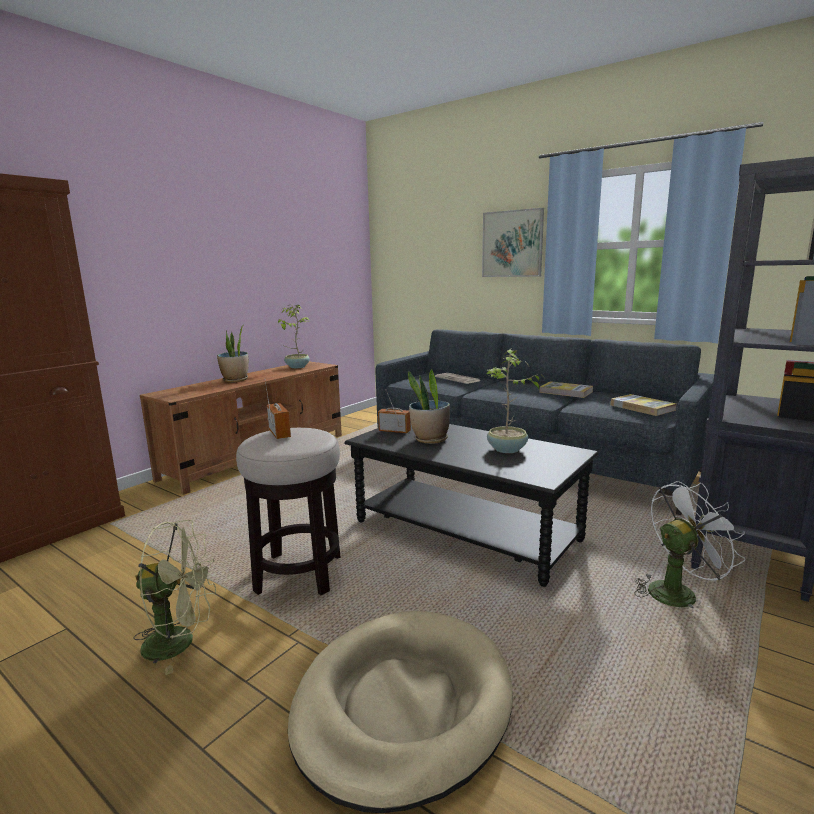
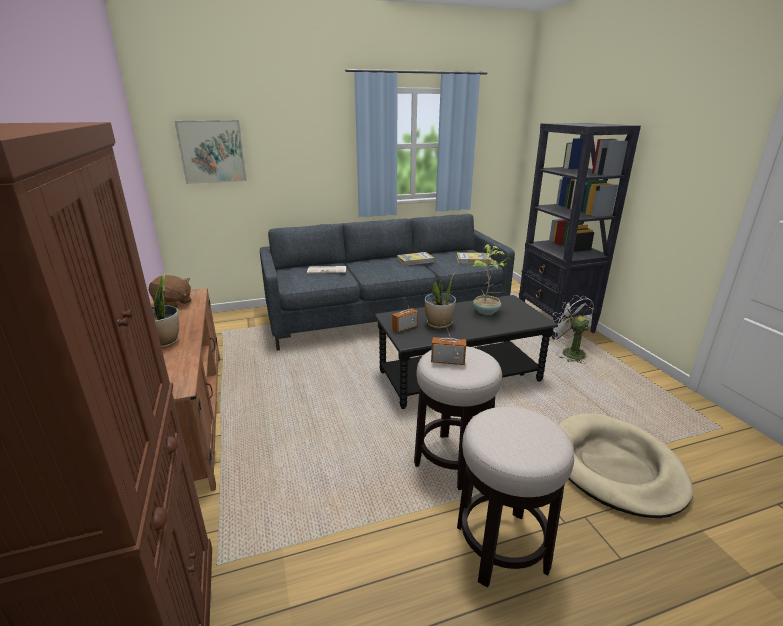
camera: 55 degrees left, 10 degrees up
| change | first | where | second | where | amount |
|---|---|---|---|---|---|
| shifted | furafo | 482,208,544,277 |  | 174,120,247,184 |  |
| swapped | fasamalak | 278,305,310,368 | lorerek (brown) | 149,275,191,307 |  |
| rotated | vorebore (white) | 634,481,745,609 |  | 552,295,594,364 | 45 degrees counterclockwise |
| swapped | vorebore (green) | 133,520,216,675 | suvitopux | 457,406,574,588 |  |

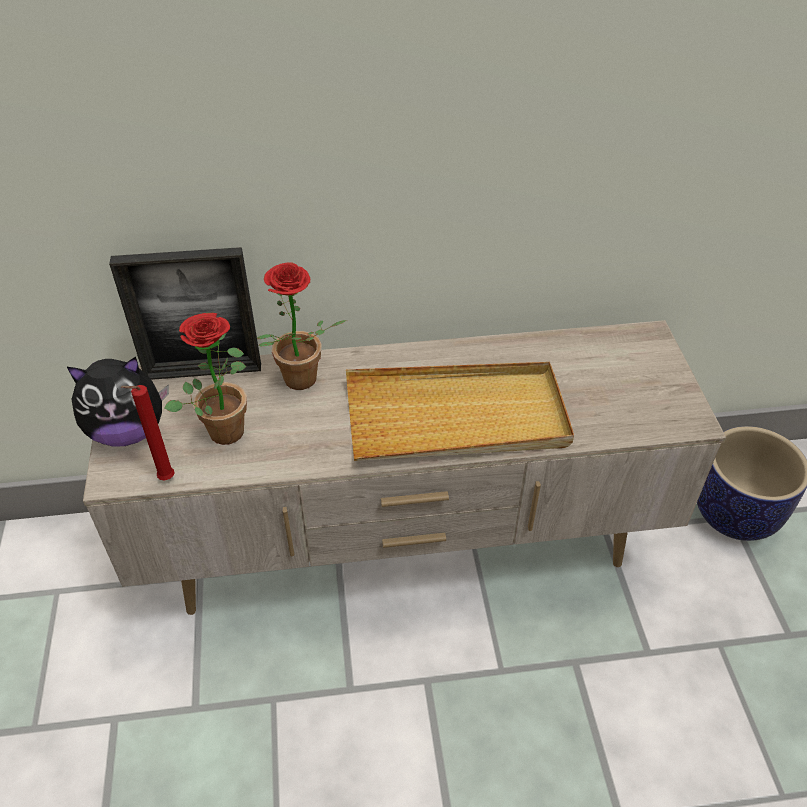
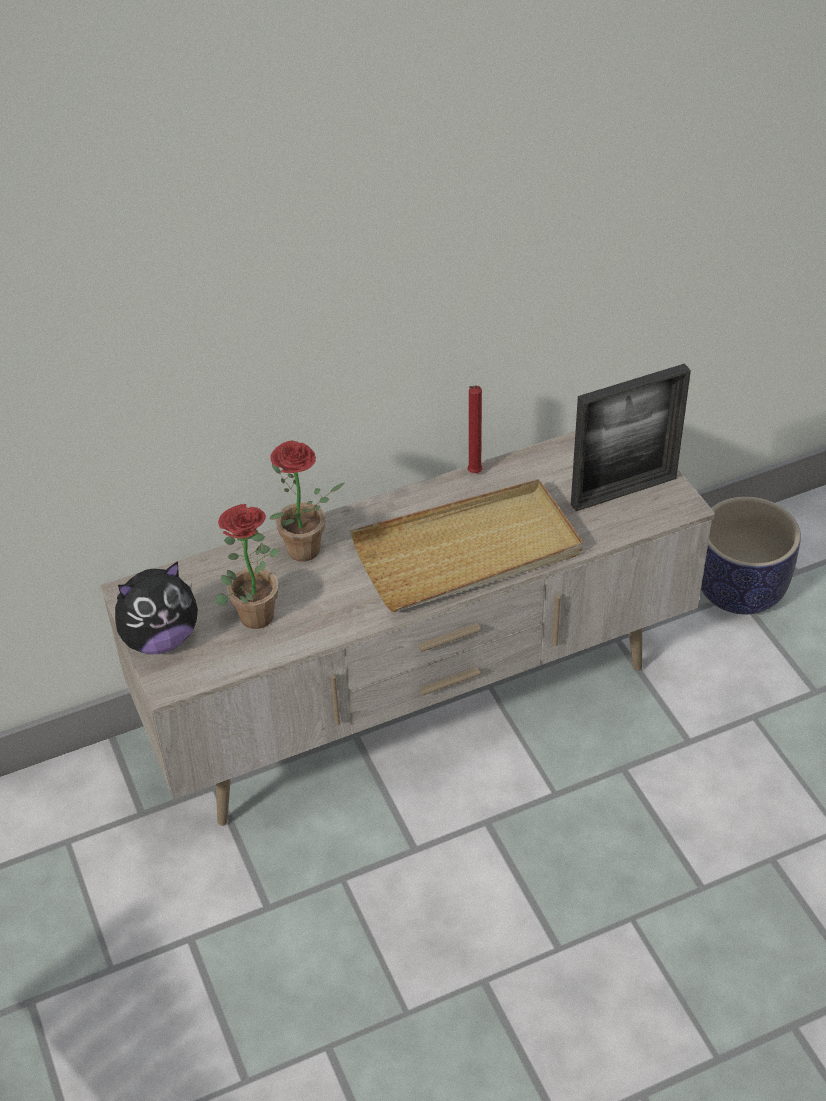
camera: 15 degrees left, 0 degrees up
| change | first | where | second | where | amount |
|---|---|---|---|---|---|
| shifted | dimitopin | 109,247,261,380 |  | 571,363,691,511 |  |
| shifted | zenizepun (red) | 121,385,175,480 |  | 467,386,483,473 |  |

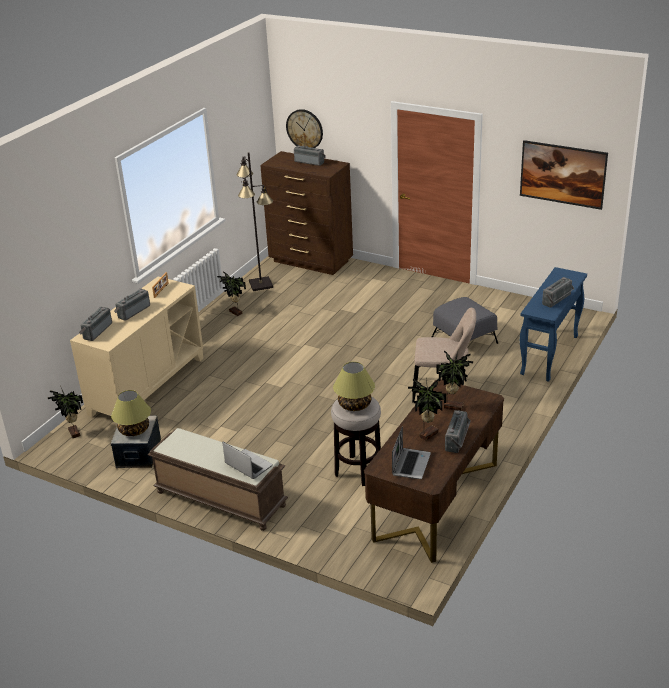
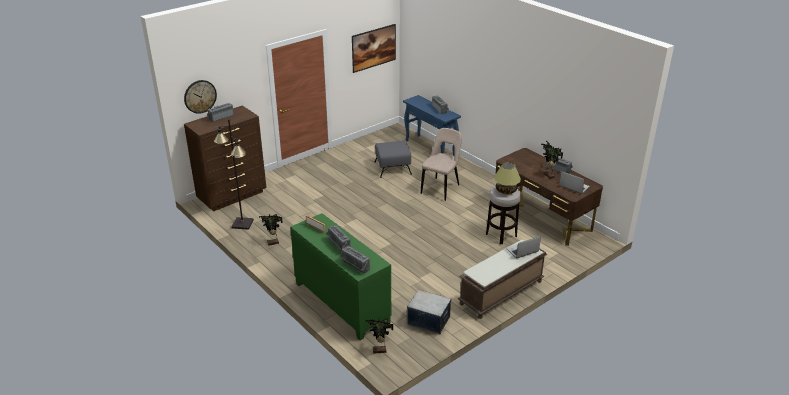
camera: 70 degrees left, 0 degrees up
| change | first | where | second | where | amount |
|---|---|---|---|---|---|
| repainted | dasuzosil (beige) | 70,277,203,417 | dasuzosil (green) | 290,213,391,340 |  |
| gone | fasamalak | 436,350,473,411 |  |  |  |
| gone | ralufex | 111,390,151,436 |  |  |  |

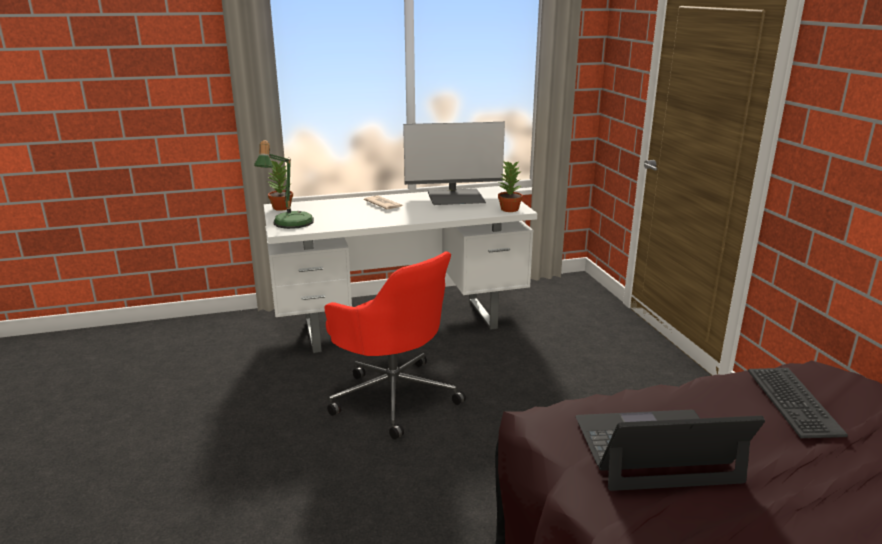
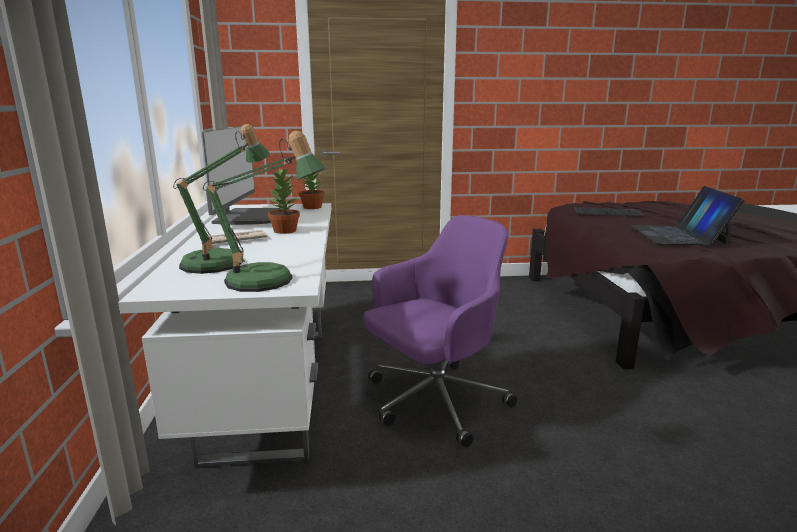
camera: 80 degrees left, 5 degrees down
| change | first | where | second | where | amount |
|---|---|---|---|---|---|
| shifted | fasamalak | 268,160,293,211 |  | 267,168,300,234 |  |
| repainted | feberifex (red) | 325,251,466,439 | feberifex (purple) | 363,215,517,448 |  |
| new |  |  | ralufex | 173,124,270,274 |  |

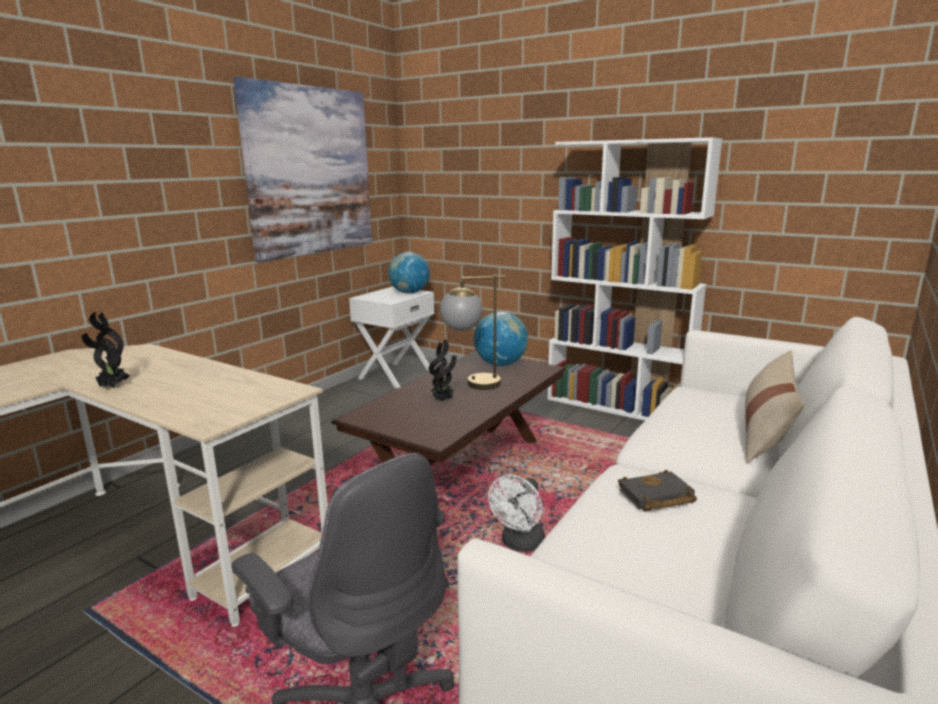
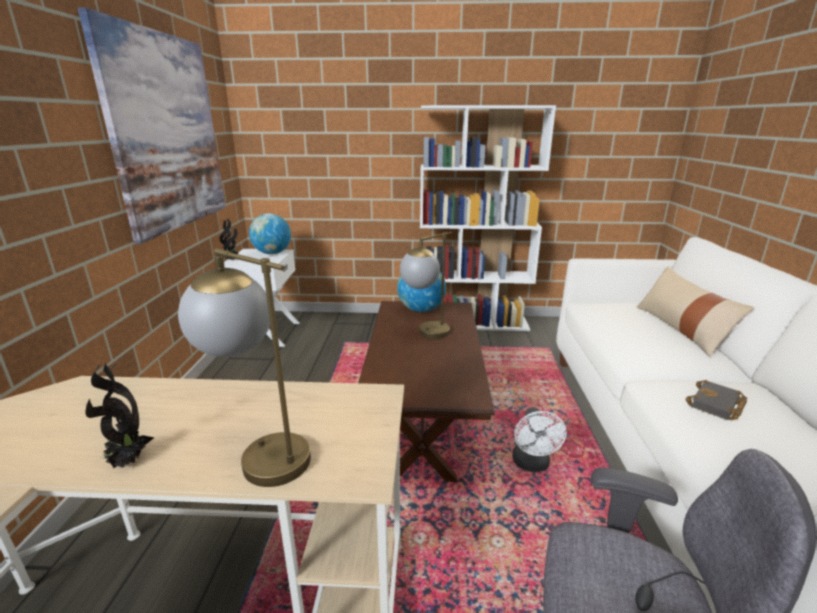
camera: 30 degrees left, 5 degrees up
| change | first | where | second | where | amount |
|---|---|---|---|---|---|
| shifted | fasamalak | 429,340,456,402 |  | 220,218,238,260 |  |
| new |  |  | ralufex | 178,248,311,487 |  |

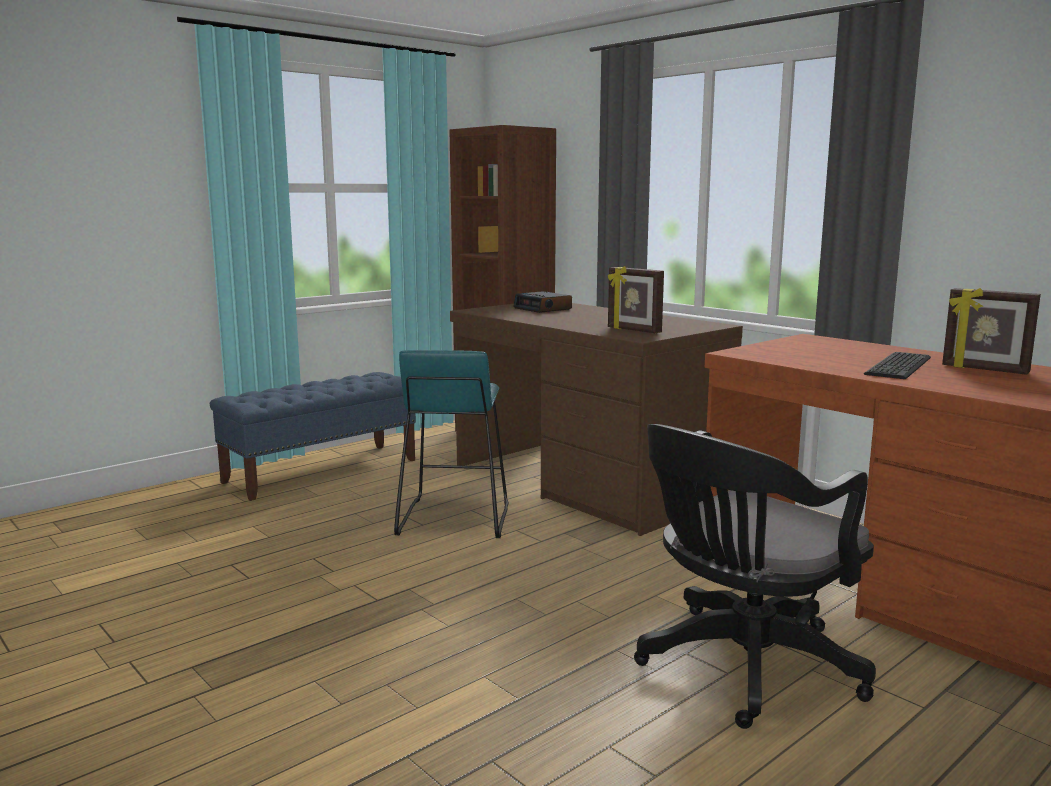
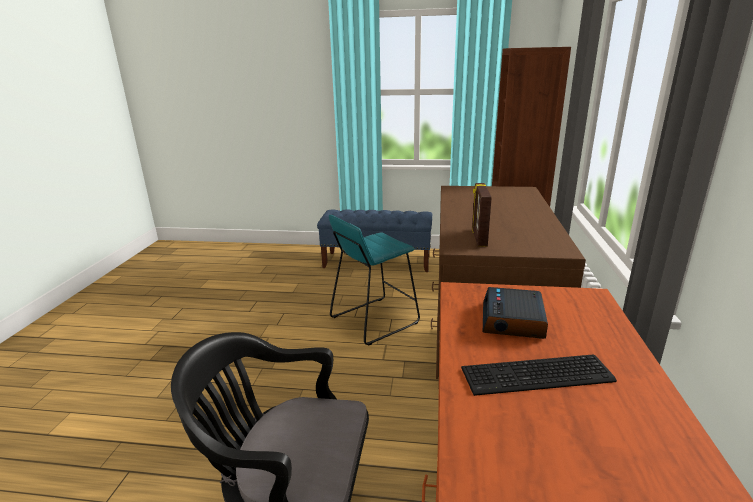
camera: 50 degrees right, 10 degrees up
| change | first | where | second | where | amount |
|---|---|---|---|---|---|
| gone | dimitopin | 942,288,1041,375 |  |  |  |
| shifted | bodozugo | 513,291,572,313 |  | 483,287,548,339 |  |

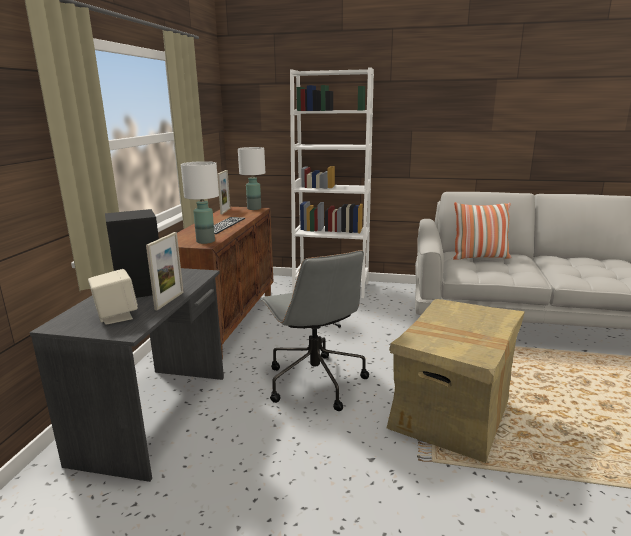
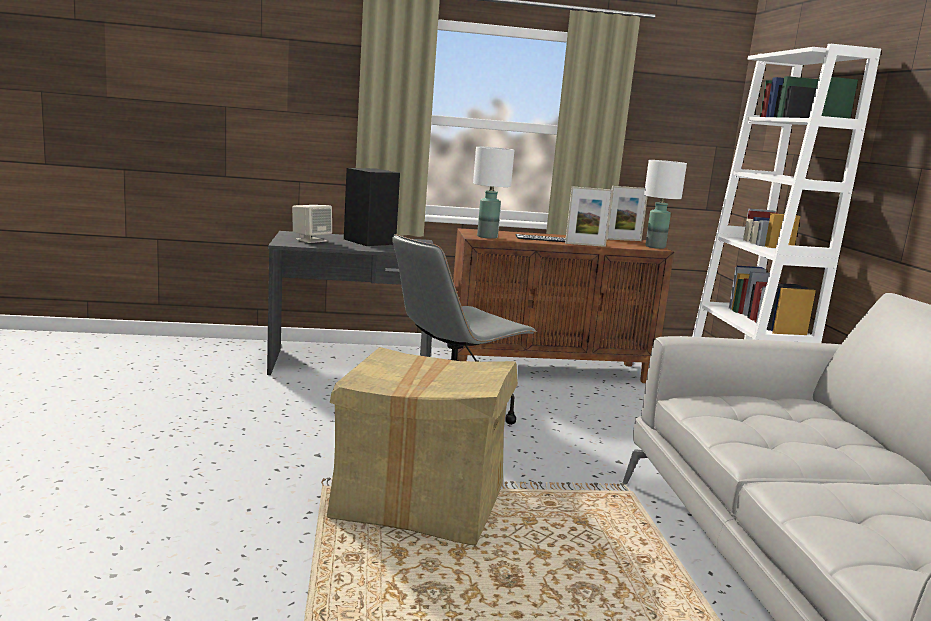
camera: 70 degrees right, 5 degrees down
| change | first | where | second | where | amount |
|---|---|---|---|---|---|
| gone | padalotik | 453,202,511,260 |  |  |  |
| shifted | dimitopin | 146,232,184,310 |  | 565,186,613,247 |  |

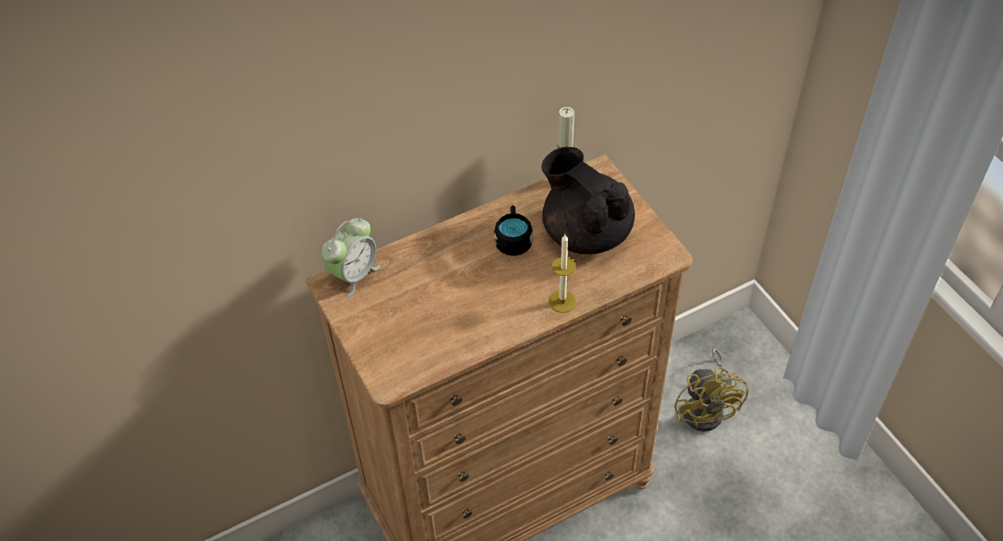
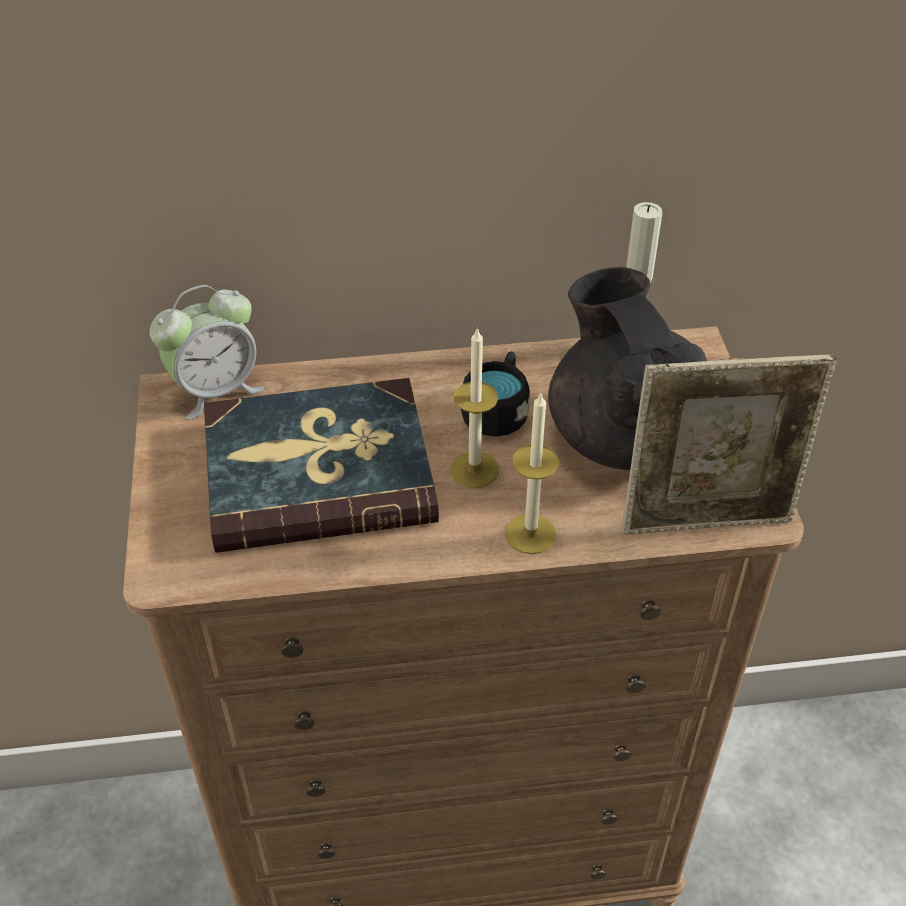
camera: 20 degrees right, 5 degrees down
| change | first | where | second | where | amount |
|---|---|---|---|---|---|
| gone | vorebore (yellow) | 674,348,748,432 |  |  |  |
| new |  |  | zenizepun | 450,327,499,488 |  |
| new |  |  | dimitopin | 622,354,837,535 |  |
| new |  |  | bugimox | 204,378,439,553 |  |

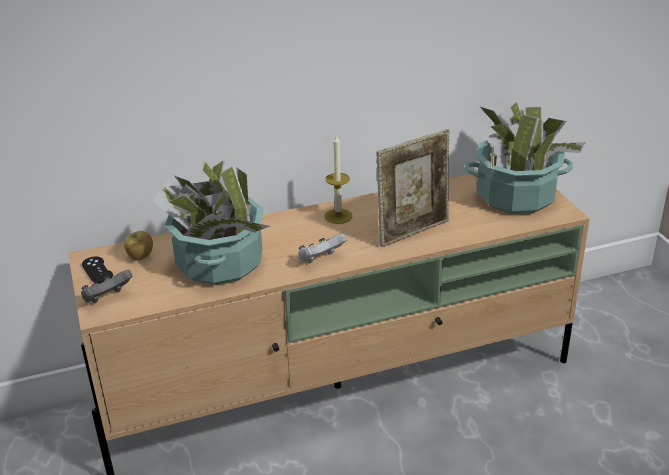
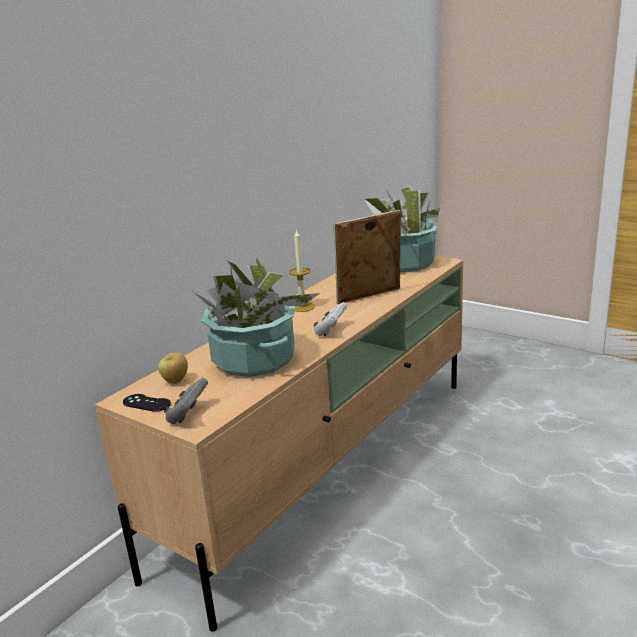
camera: 35 degrees left, 10 degrees down
| change | first | where | second | where | amount |
|---|---|---|---|---|---|
| rotated | dimitopin | 377,129,449,247 |  | 333,210,401,304 | 135 degrees counterclockwise |

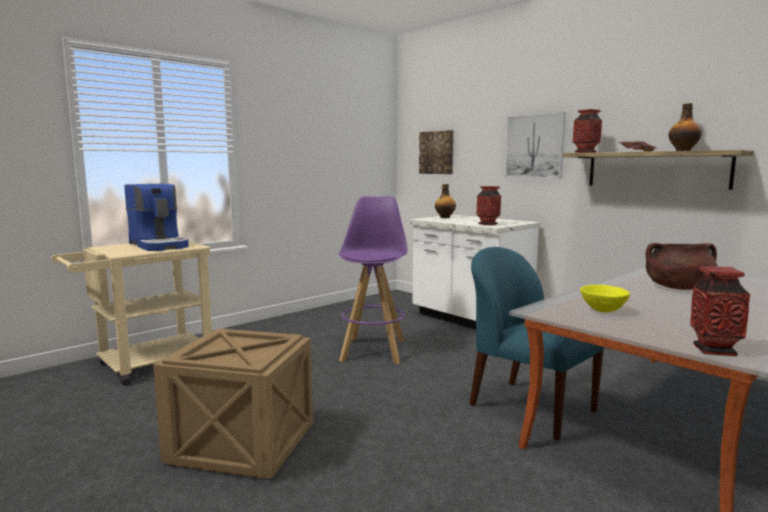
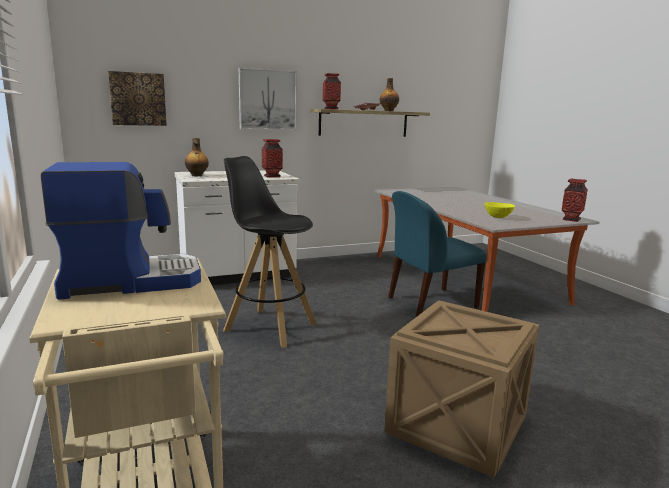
camera: 70 degrees left, 5 degrees up
| change | first | where | second | where | amount |
|---|---|---|---|---|---|
| repainted | suvitopux (purple) | 338,196,408,364 | suvitopux (black) | 223,156,317,348 |  |
| gone | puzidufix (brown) | 646,243,717,290 |  |  |  |

